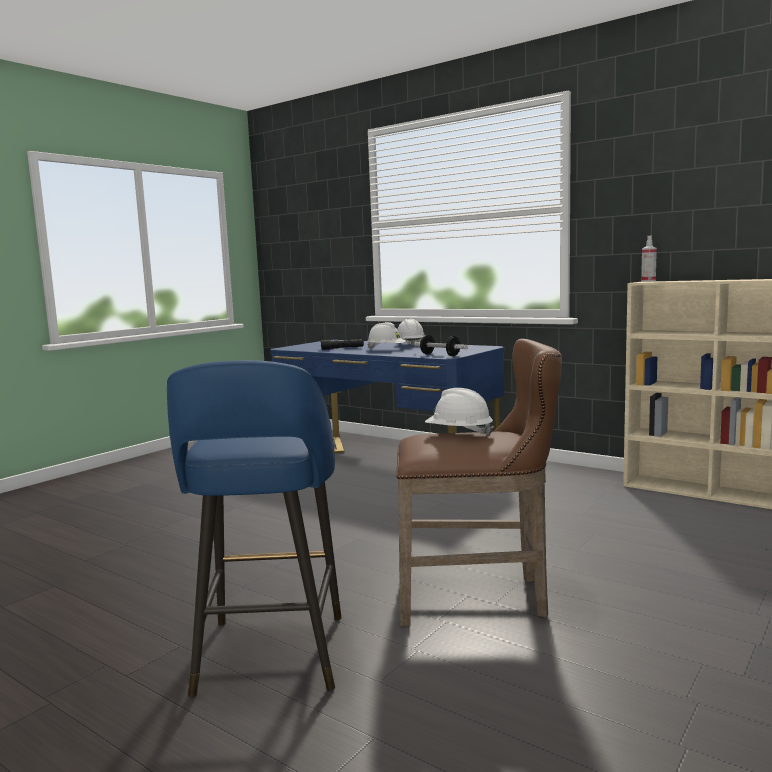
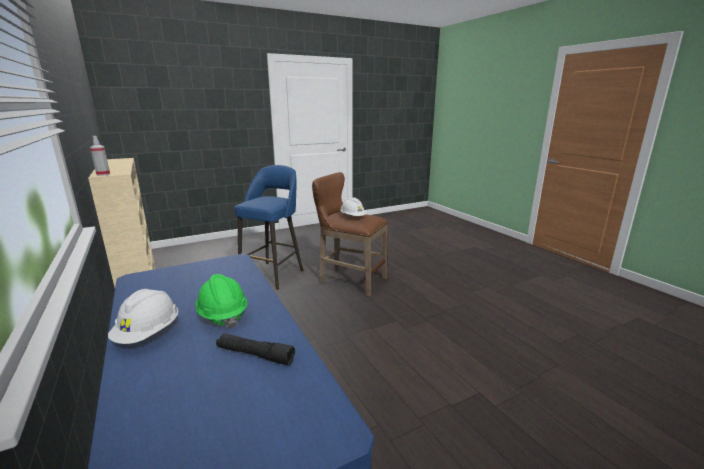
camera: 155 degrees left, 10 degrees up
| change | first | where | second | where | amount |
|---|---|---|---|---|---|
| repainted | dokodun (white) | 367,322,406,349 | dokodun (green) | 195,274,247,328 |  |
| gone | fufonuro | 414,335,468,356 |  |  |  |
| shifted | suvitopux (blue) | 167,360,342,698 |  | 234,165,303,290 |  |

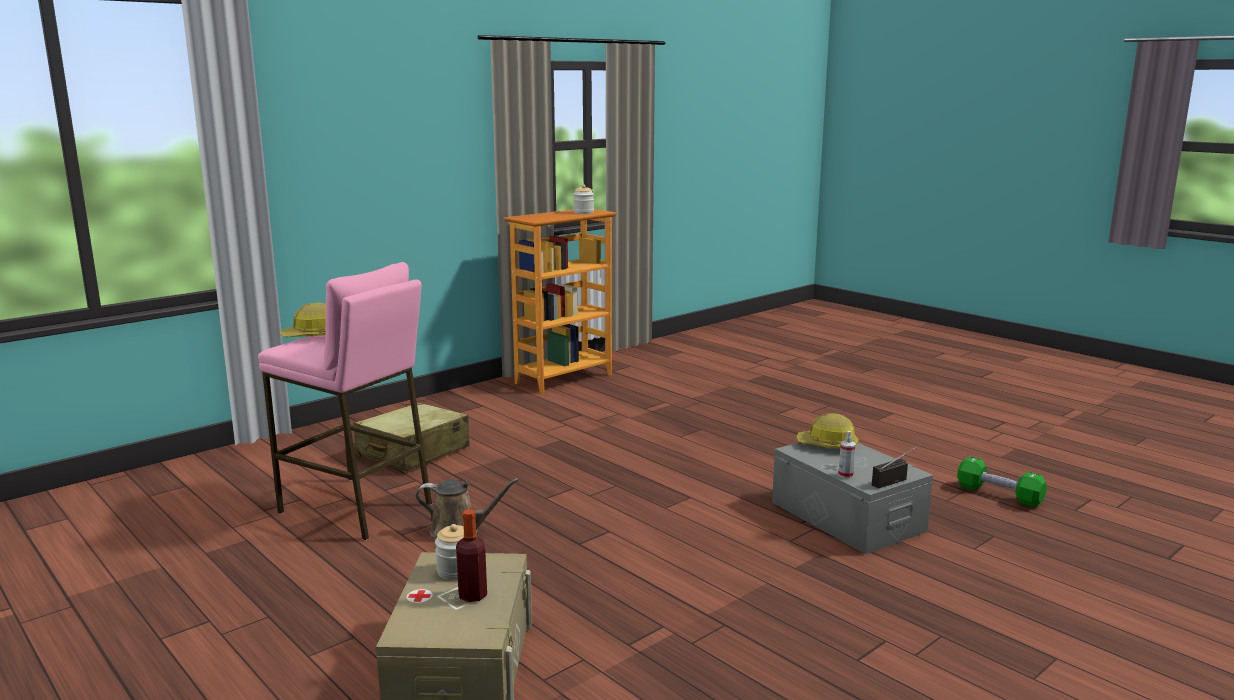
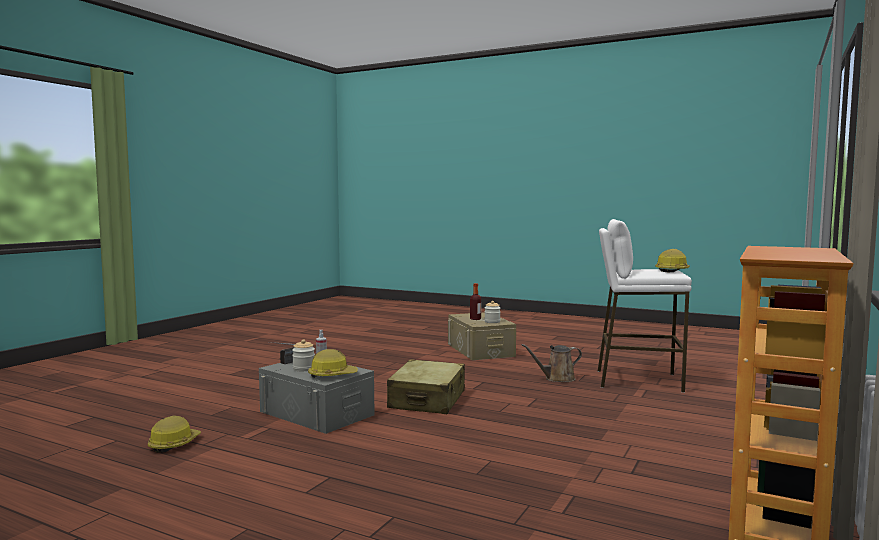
camera: 160 degrees right, 10 degrees down
| change | first | where | second | where | amount |
|---|---|---|---|---|---|
| shifted | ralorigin | 573,184,594,214 |  | 292,339,315,371 |  |
| repainted | suvitopux (pink) | 258,262,432,541 | suvitopux (white) | 598,219,692,393 |  |
| shifted | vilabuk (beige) | 354,402,470,471 |  | 387,360,465,414 |  |
| swapped | fufonuro (green) | 957,456,1047,508 | dokodun | 148,415,201,453 |  |

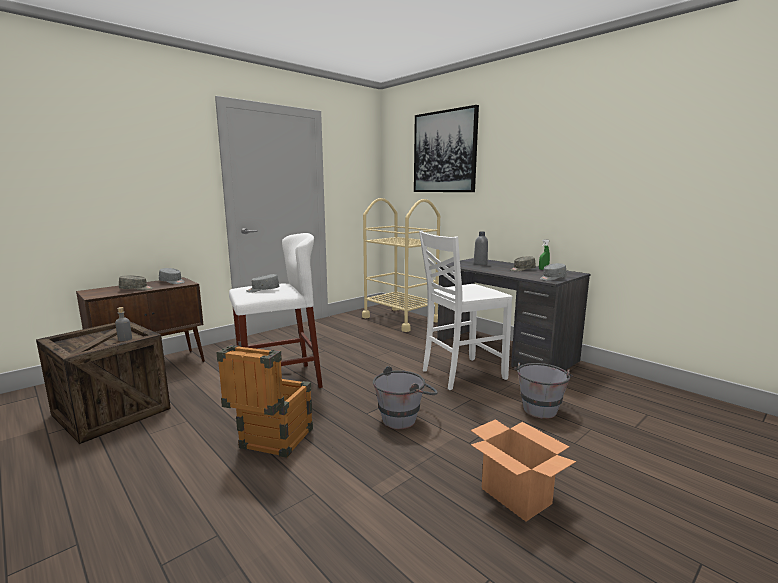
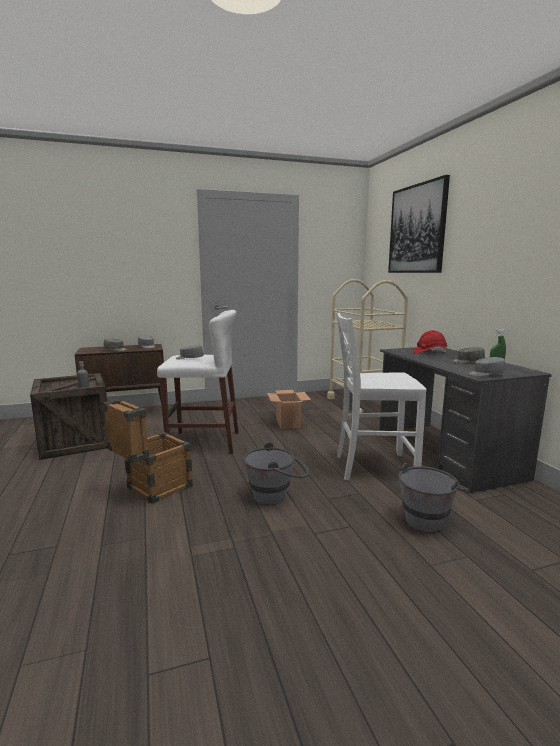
camera: 25 degrees right, 0 degrees up
| change | first | where | second | where | amount |
|---|---|---|---|---|---|
| swapped | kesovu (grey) | 473,232,488,265 | dokodun (red) | 413,330,447,353 |  |
| shifted | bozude | 471,419,576,522 |  | 267,390,311,429 |  |

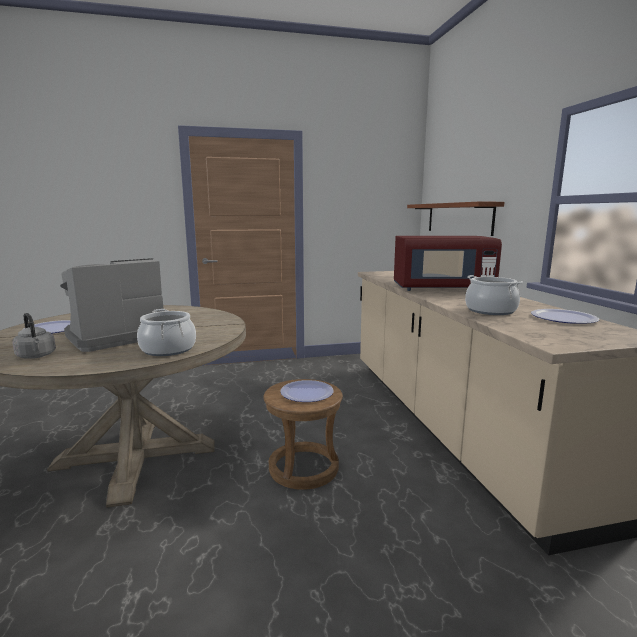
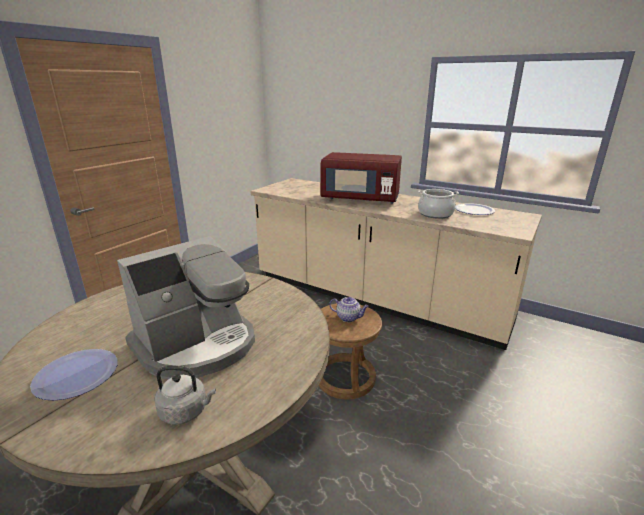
camera: 45 degrees left, 10 degrees up
| change | first | where | second | where | amount |
|---|---|---|---|---|---|
| gone | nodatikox | 407,202,504,236 |  |  |  |
| rotated | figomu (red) | 394,236,502,291 |  | 321,152,402,204 | 60 degrees clockwise |
| rotated | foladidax | 60,258,164,352 |  | 117,236,255,379 | 135 degrees counterclockwise |
| gone | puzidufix | 137,309,196,356 |  |  |  |
| swapped | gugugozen | 280,380,334,402 | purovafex | 329,297,369,322 |  |

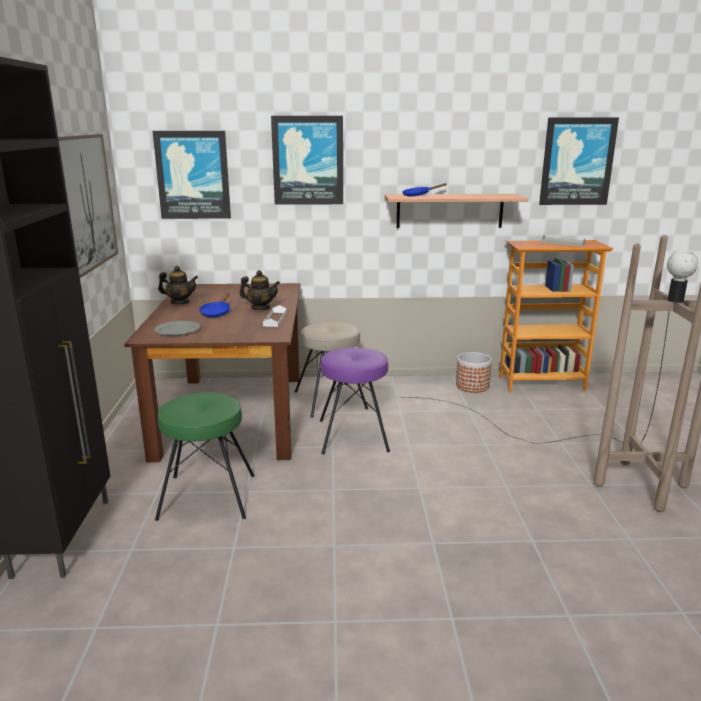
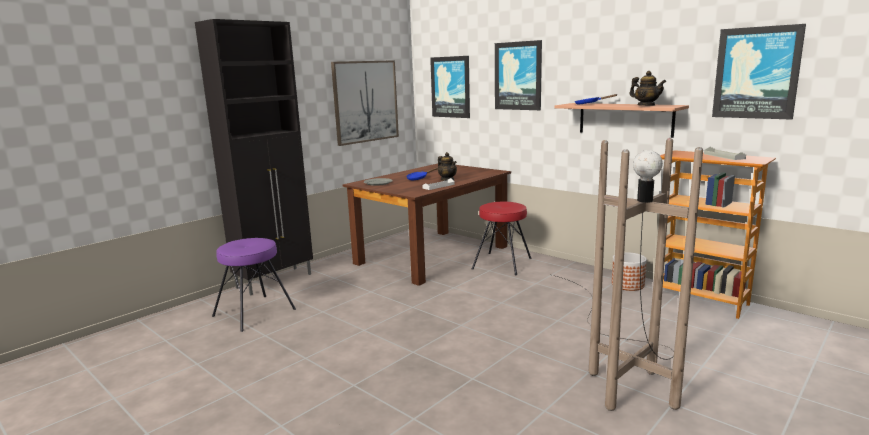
camera: 45 degrees right, 5 degrees down
| change | first | where | second | where | amount |
|---|---|---|---|---|---|
| shifted | purovafex | 158,266,198,304 |  | 629,71,666,106 |  |
| repainted | suvitopux (beige) | 295,322,368,418 | suvitopux (red) | 472,202,532,275 |  |
| shifted | suvitopux (purple) | 320,347,390,454 |  | 212,238,296,332 |  |
| gone | suvitopux (green) | 155,392,255,521 |  |  |  |

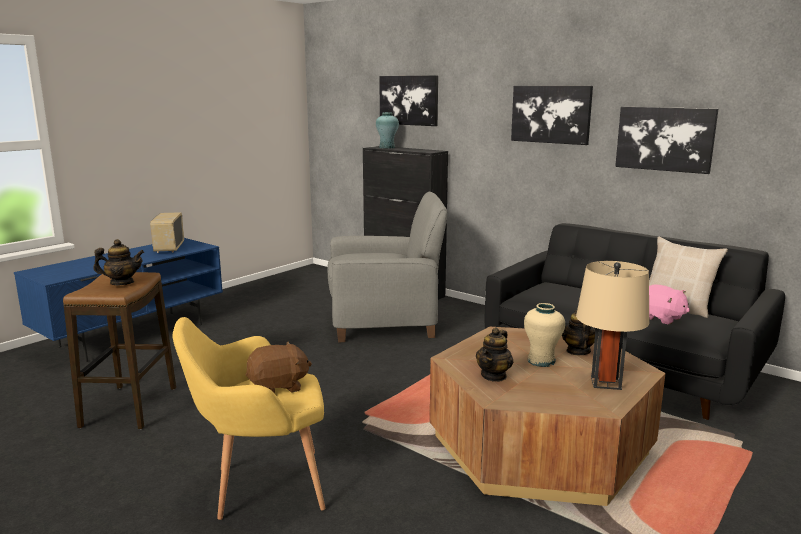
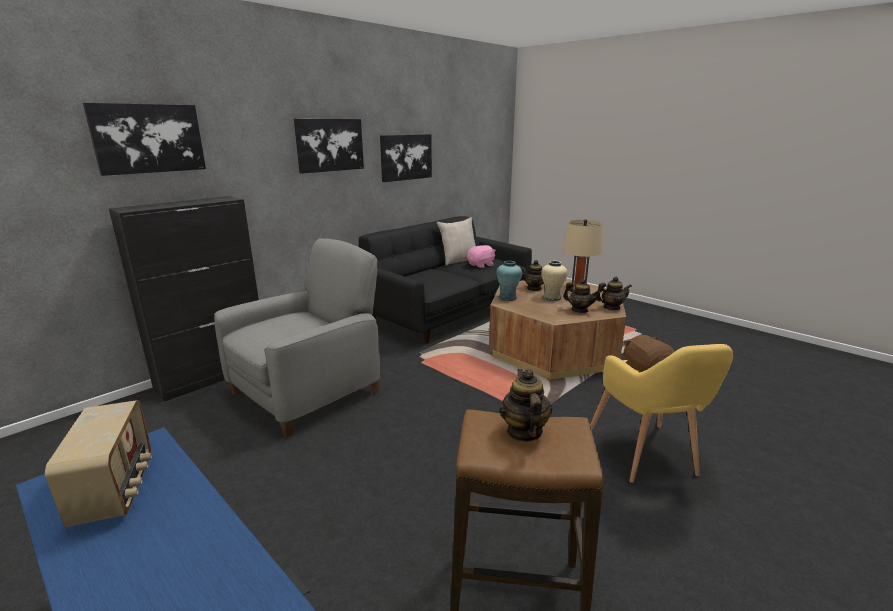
camera: 85 degrees left, 5 degrees up
| change | first | where | second | where | amount |
|---|---|---|---|---|---|
| shifted | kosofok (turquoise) | 376,112,399,149 |  | 496,261,522,301 |  |
| rotated | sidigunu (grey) | 327,192,447,342 |  | 214,239,380,437 | 45 degrees clockwise |
| rotated | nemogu | 150,212,184,253 |  | 45,400,152,527 | 105 degrees counterclockwise |
| new |  |  | purovafex | 596,277,632,310 |  |

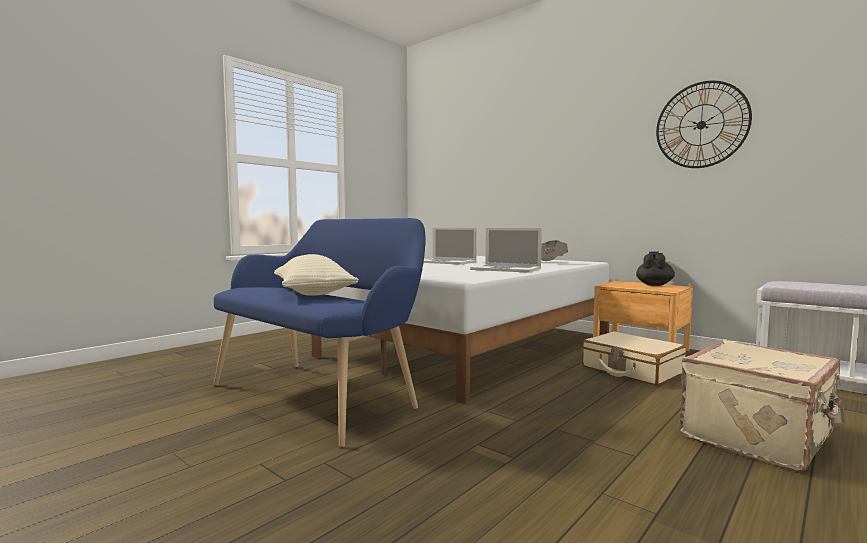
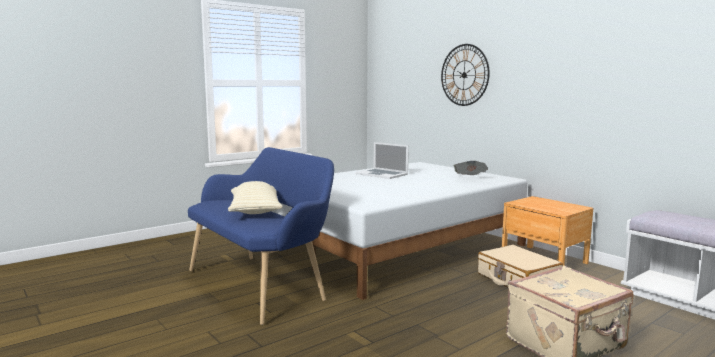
camera: 10 degrees right, 5 degrees up
| change | first | where | second | where | amount |
|---|---|---|---|---|---|
| shifted | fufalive | 656,81,752,168 |  | 441,44,490,106 |  |
| gone | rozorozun | 470,228,542,273 |  |  |  |
| gone | purovafex (black) | 636,251,675,286 |  |  |  |

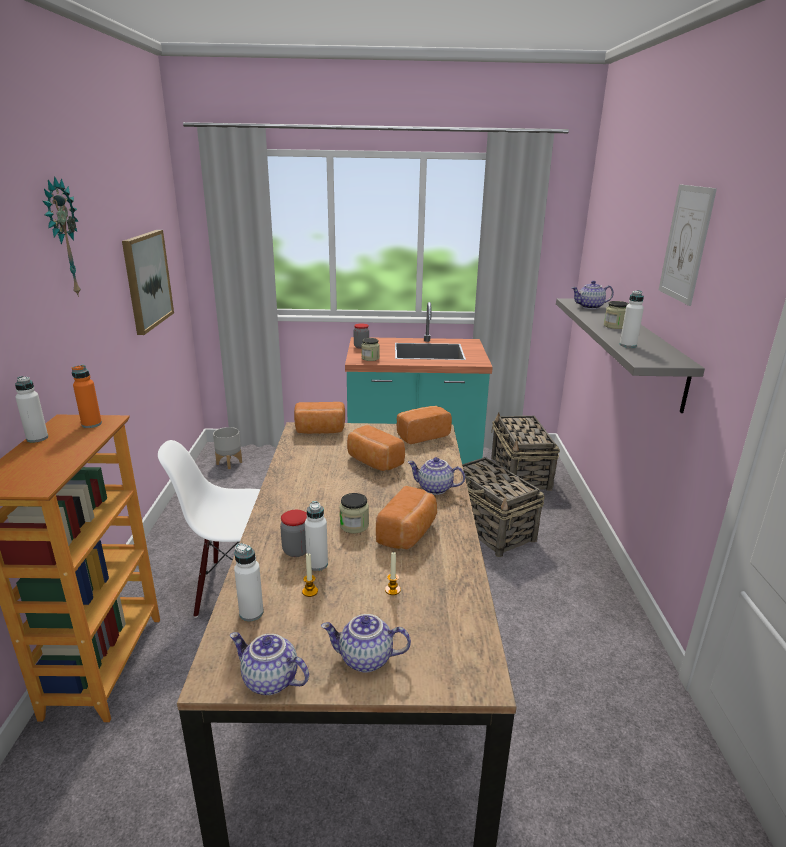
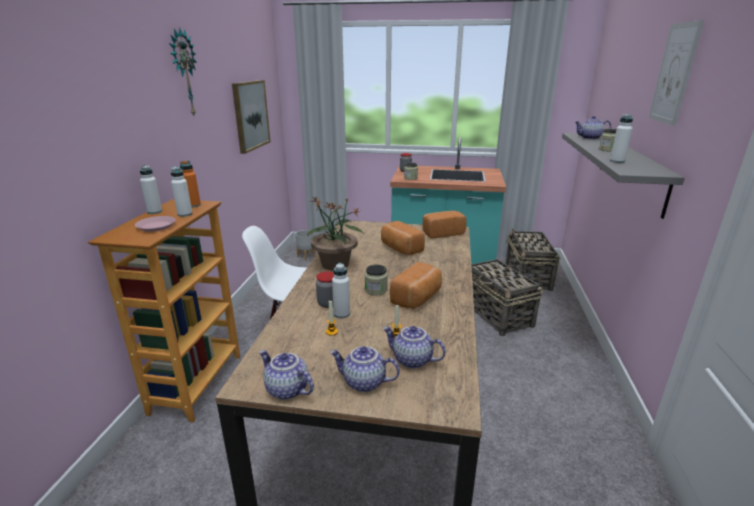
camera: 10 degrees right, 0 degrees up
| change | first | where | second | where | amount |
|---|---|---|---|---|---|
| gone | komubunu | 294,402,345,434 |  |  |  |
| shifted | purovafex | 408,457,465,495 |  | 383,326,446,369 |  |
| shifted | kesovu (white) | 234,543,264,621 |  | 171,167,193,217 |  |
| new |  |  | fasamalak | 307,196,364,270 |  |
| new |  |  | gugugozen (pink) | 135,216,176,232 |  |

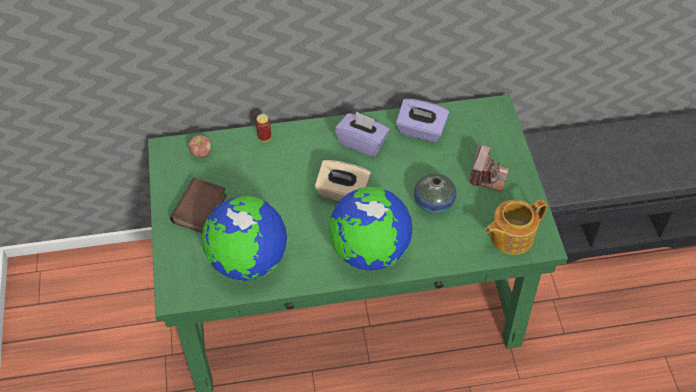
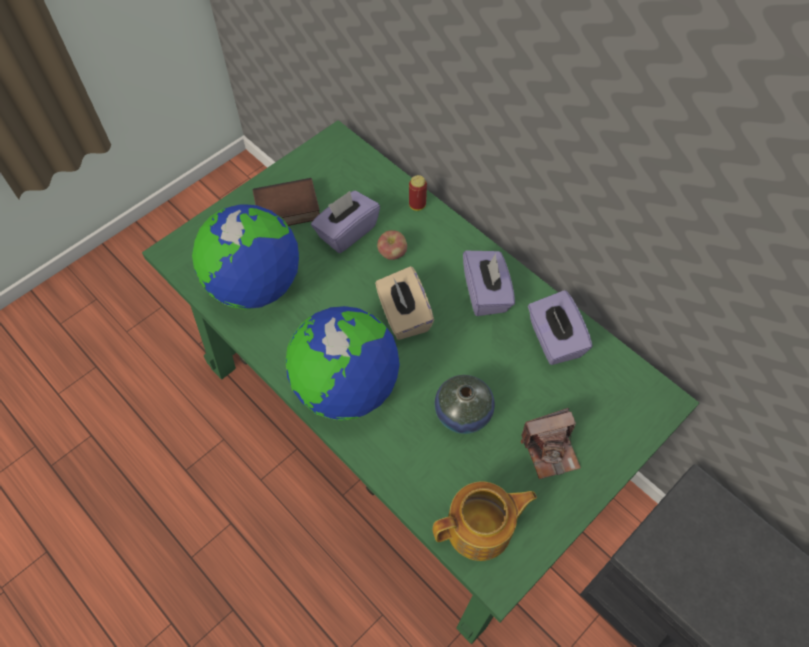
camera: 55 degrees right, 5 degrees up
| change | first | where | second | where | amount |
|---|---|---|---|---|---|
| shifted | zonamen | 188,135,212,158 |  | 377,230,407,260 |  |
| rotated | purovafex | 485,200,547,255 |  | 433,481,537,561 | 135 degrees clockwise |
| new |  |  | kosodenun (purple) | 311,190,380,253 |  |

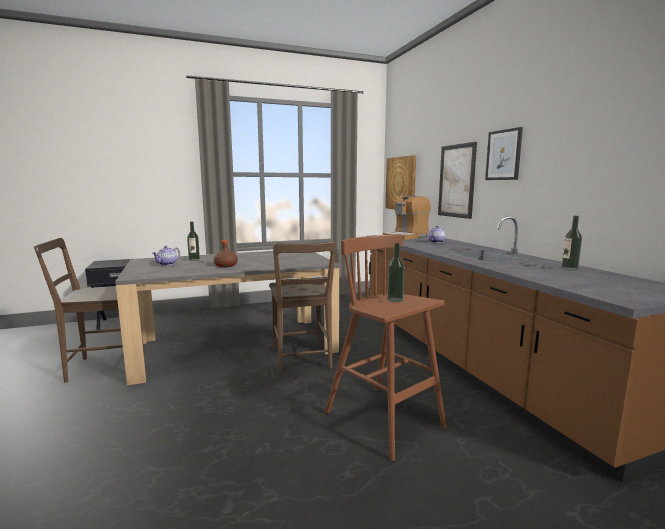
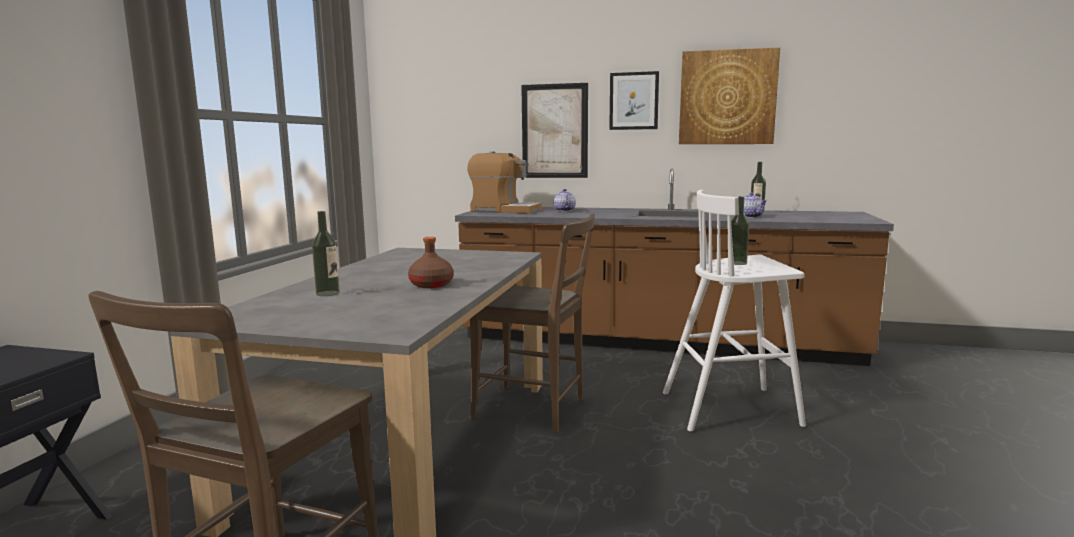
camera: 55 degrees left, 0 degrees up
| change | first | where | second | where | amount |
|---|---|---|---|---|---|
| shifted | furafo | 385,155,416,210 |  | 679,47,780,144 |  |
| rotated | foladidax | 383,195,431,240 |  | 467,151,542,213 | 60 degrees counterclockwise |
| repainted | suvitopux (brown) | 325,234,447,461 | suvitopux (white) | 663,190,806,432 |  |
| shifted | purovafex | 153,246,180,265 |  | 738,192,768,218 |  |

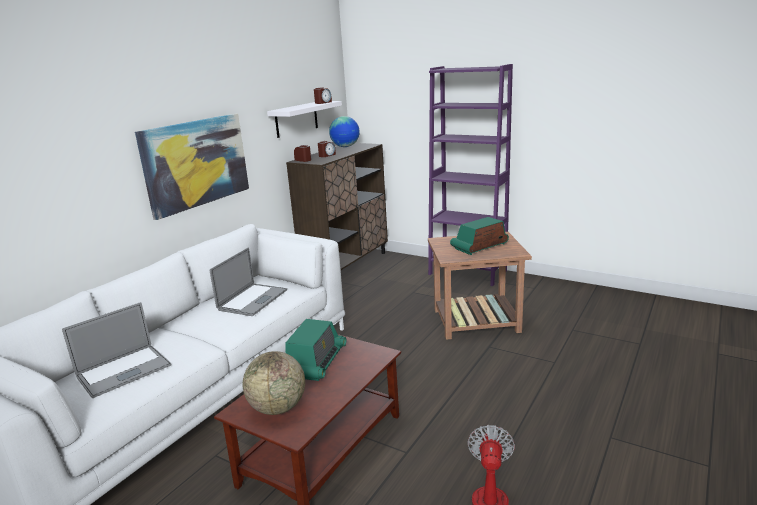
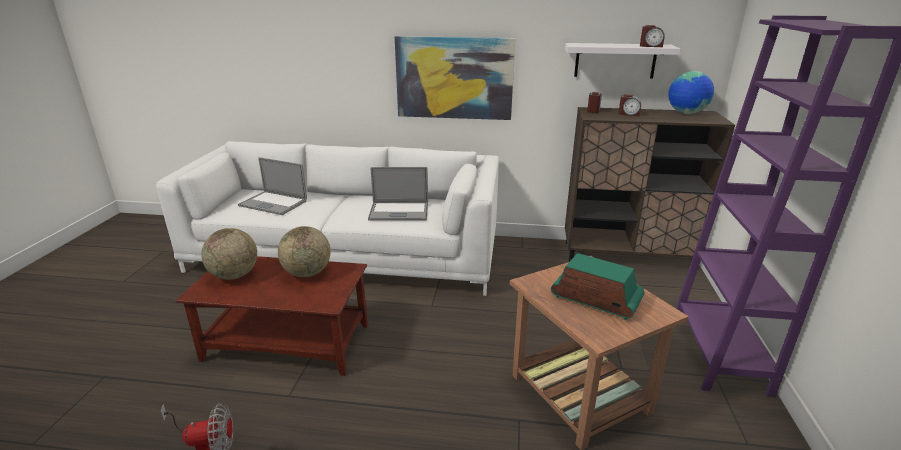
camera: 65 degrees right, 5 degrees up
| change | first | where | second | where | amount |
|---|---|---|---|---|---|
| swapped | nemogu | 285,319,346,381 | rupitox | 278,226,331,277 |  |

